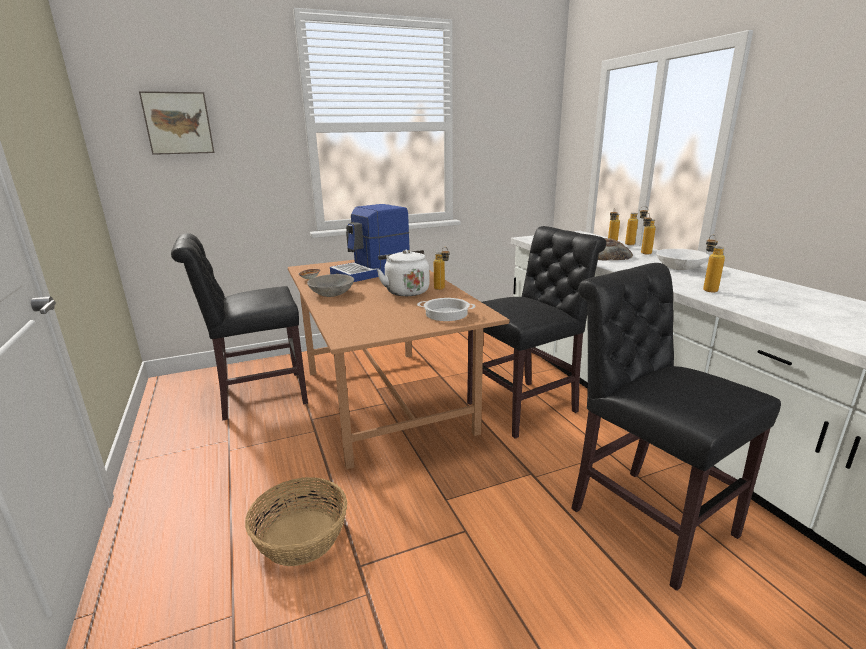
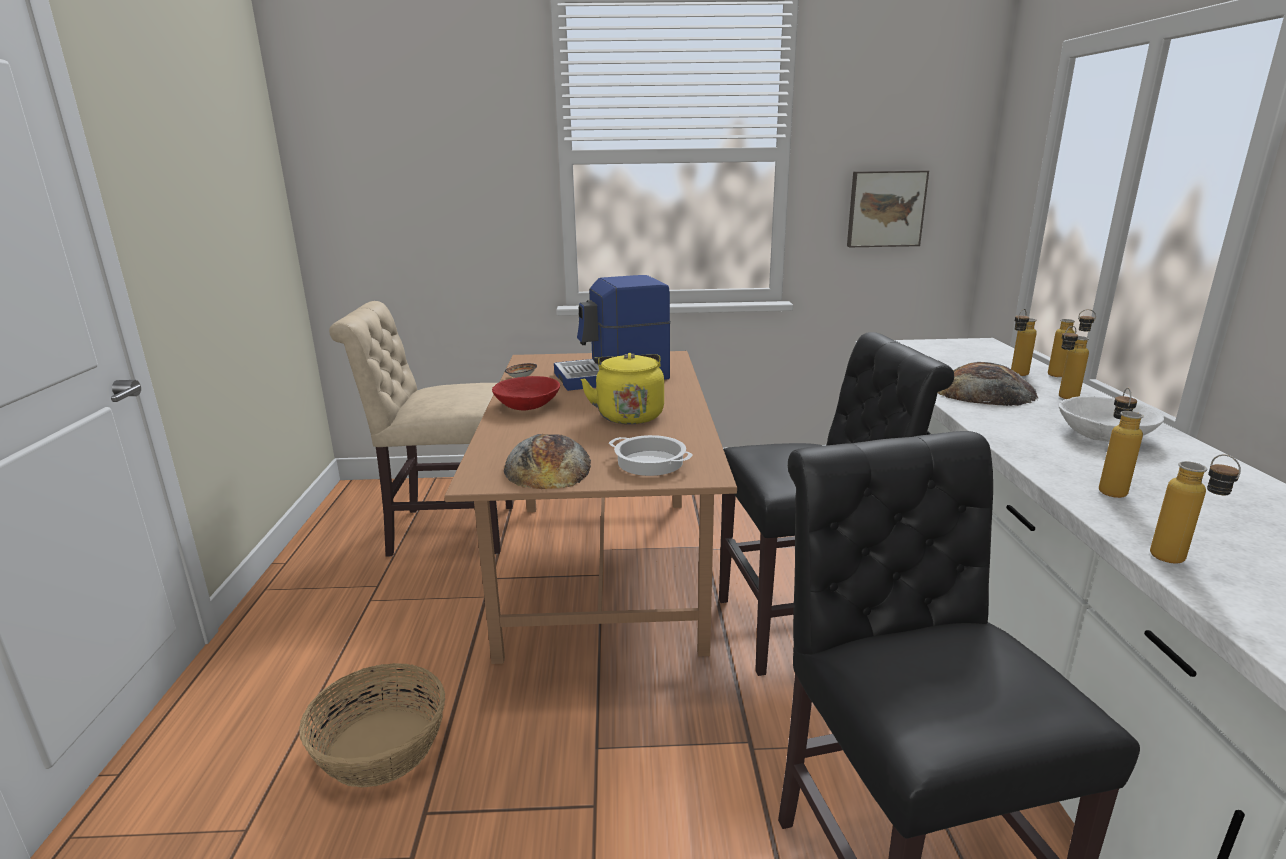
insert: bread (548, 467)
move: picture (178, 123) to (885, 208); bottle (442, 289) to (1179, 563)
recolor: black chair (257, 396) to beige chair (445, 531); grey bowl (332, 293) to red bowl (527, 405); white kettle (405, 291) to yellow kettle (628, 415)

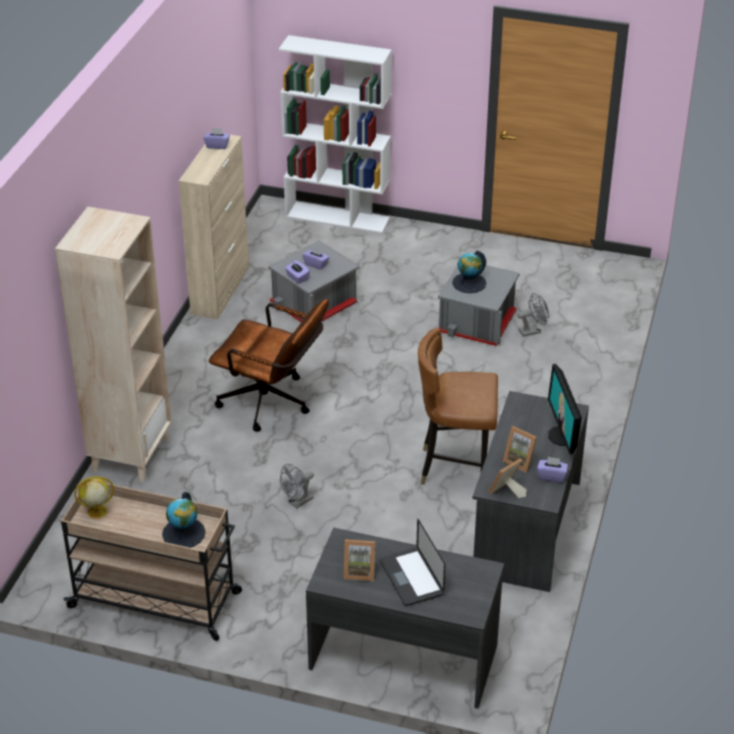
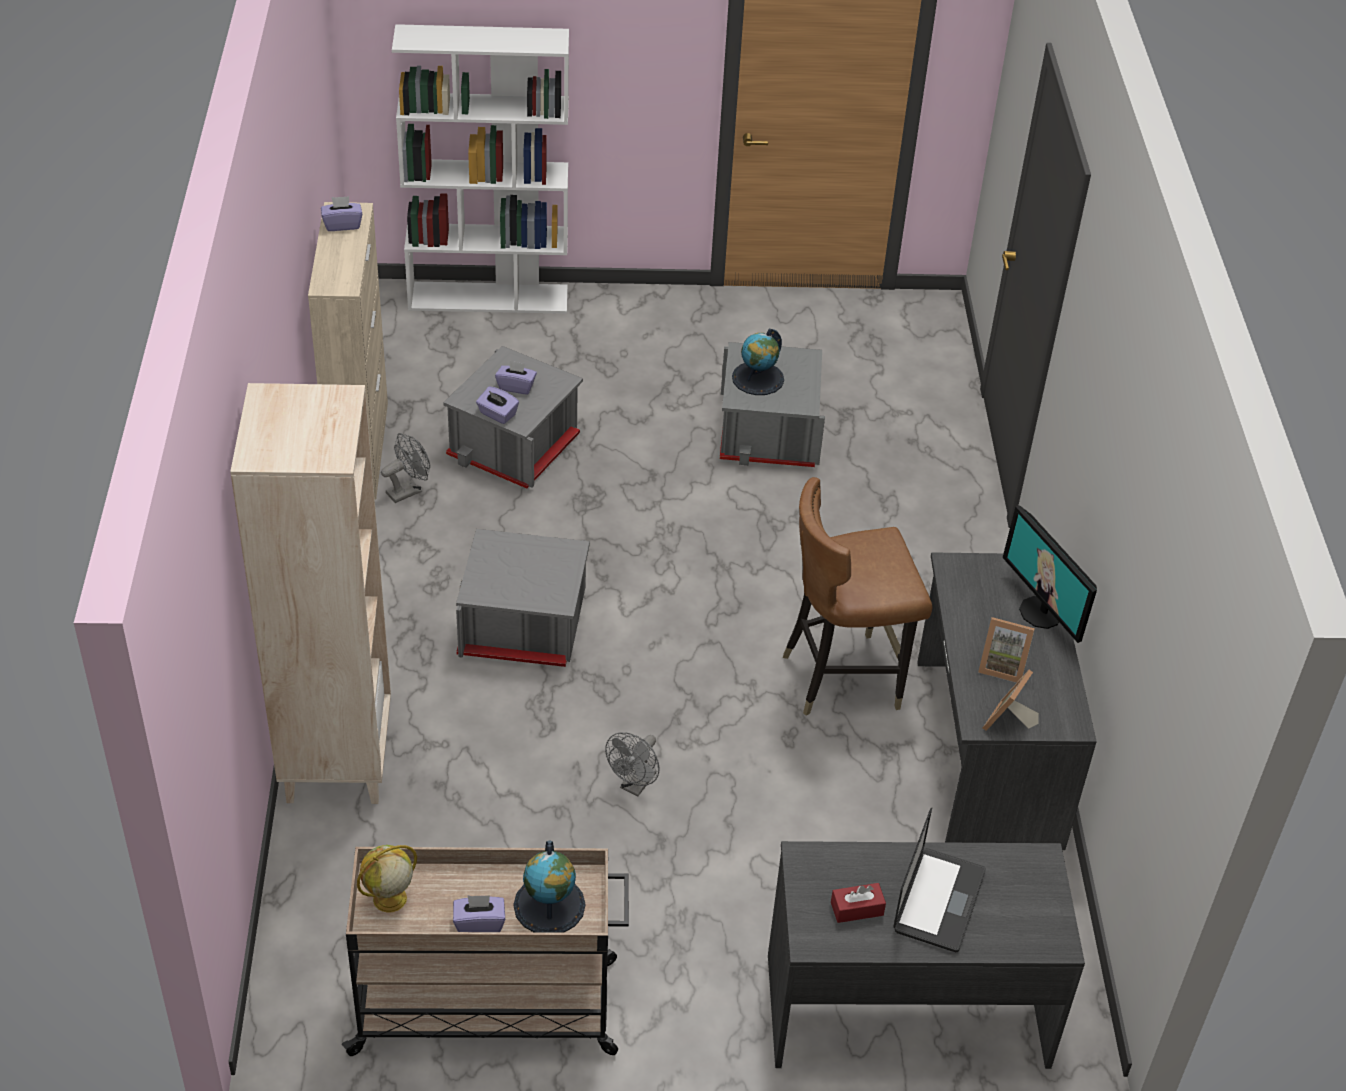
move: grey fan (532, 331) to (408, 490); purple tissue box (551, 476) to (479, 923)
replace: brown office chair (272, 404) to grey storage box (523, 626); picture frame (359, 571) to red tissue box (857, 909)
rotate: laptop (411, 578) = (939, 901) 120 degrees counterclockwise

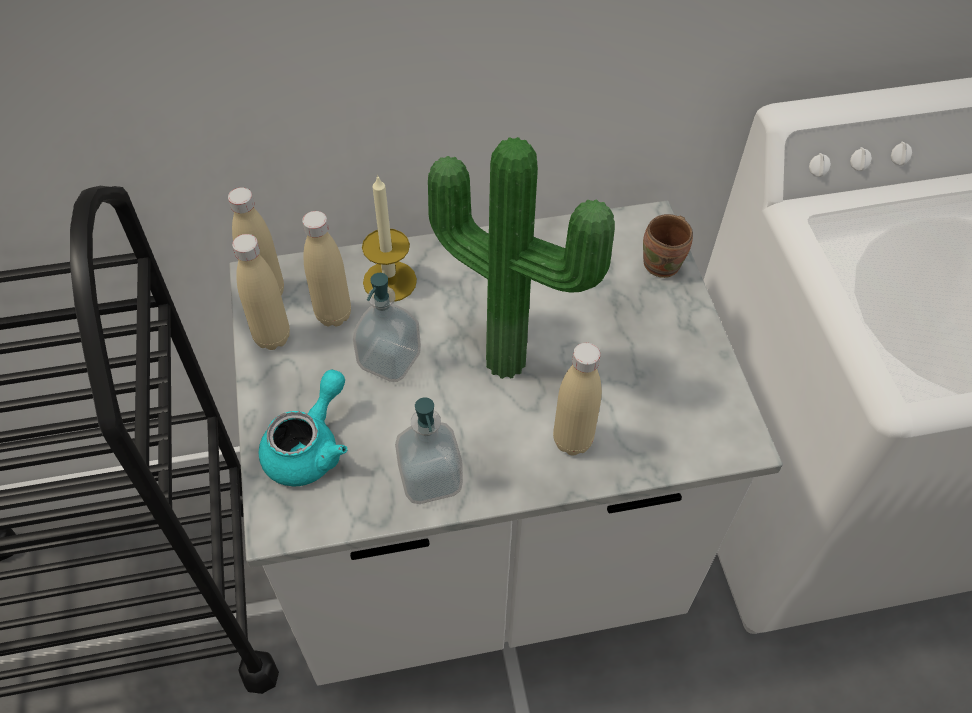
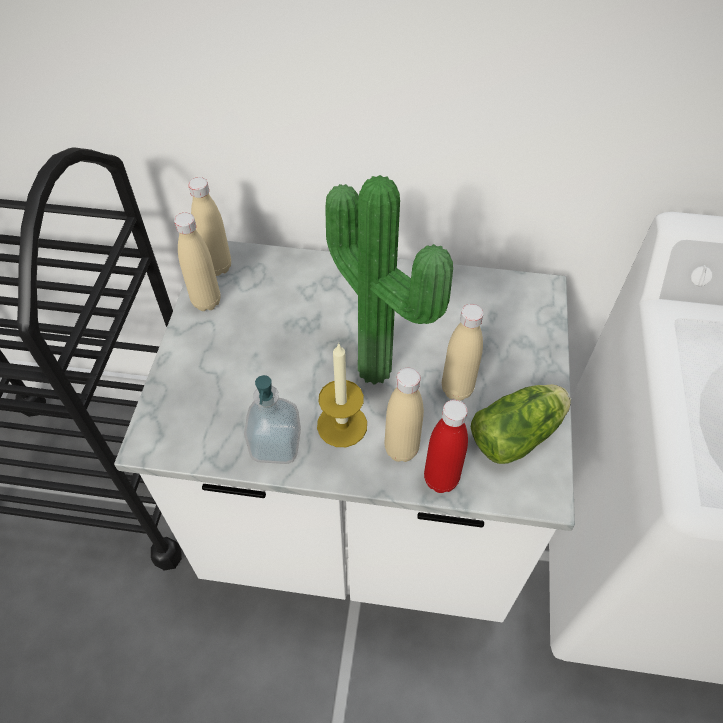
delete: turquoise teapot (310, 447); soap dispenser (389, 360); brown mug (664, 264)
insert: red bottle (441, 479); lettuce (519, 433)
move: beige bottle (333, 315) to (457, 389); candle (389, 281) to (342, 425)

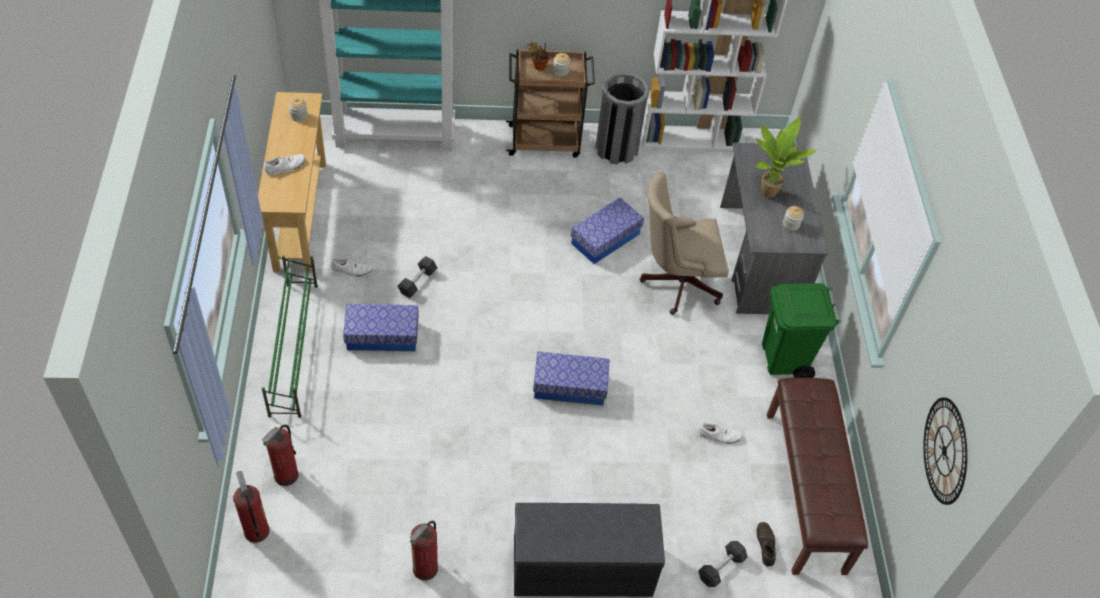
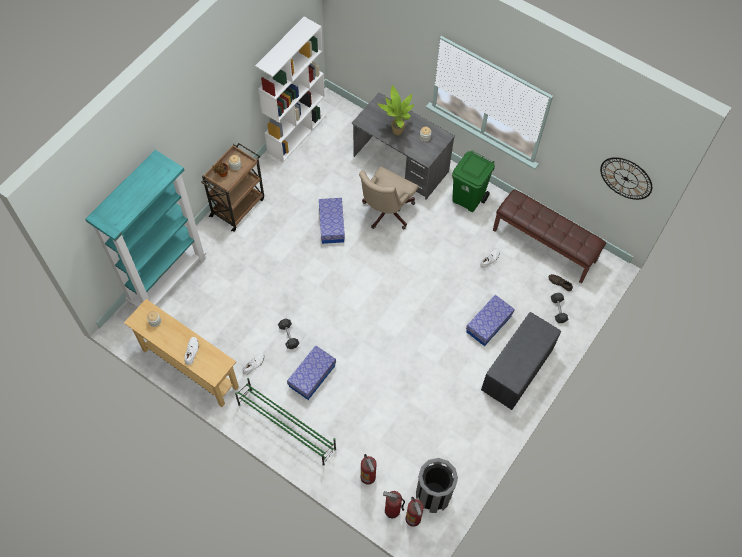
move: fire extinguisher (425, 568) to (413, 518); storage box (569, 386) to (488, 324); grey trash can (616, 149) to (433, 495)

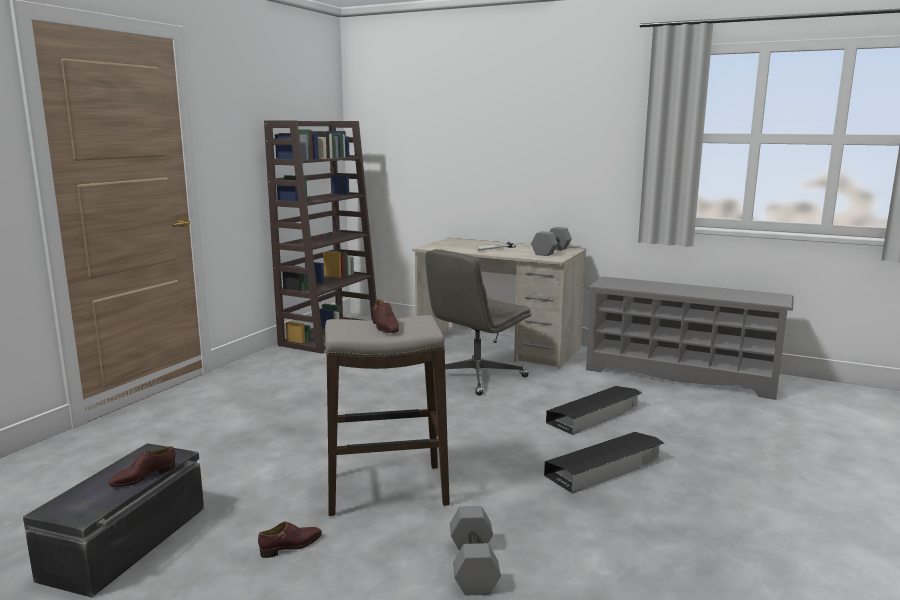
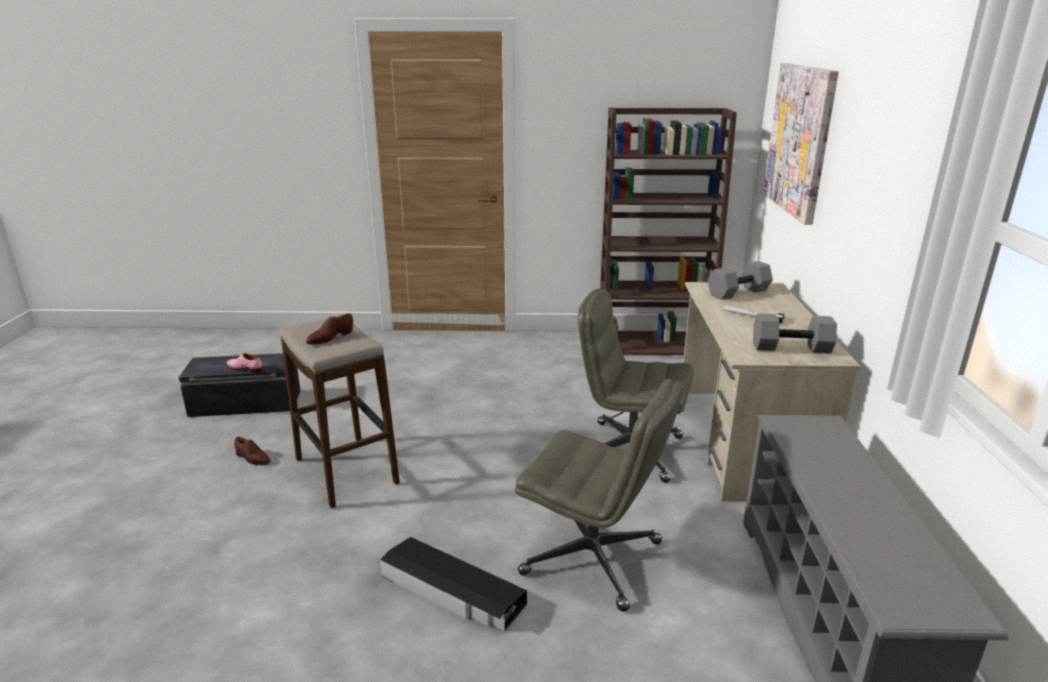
insert: picture (800, 140)
move: grey dumbbell (472, 565) to (738, 292)
replace: black storage box (595, 415) to grey office chair (594, 558)
recolor: brown shoe (143, 477) to pink shoe (245, 368)

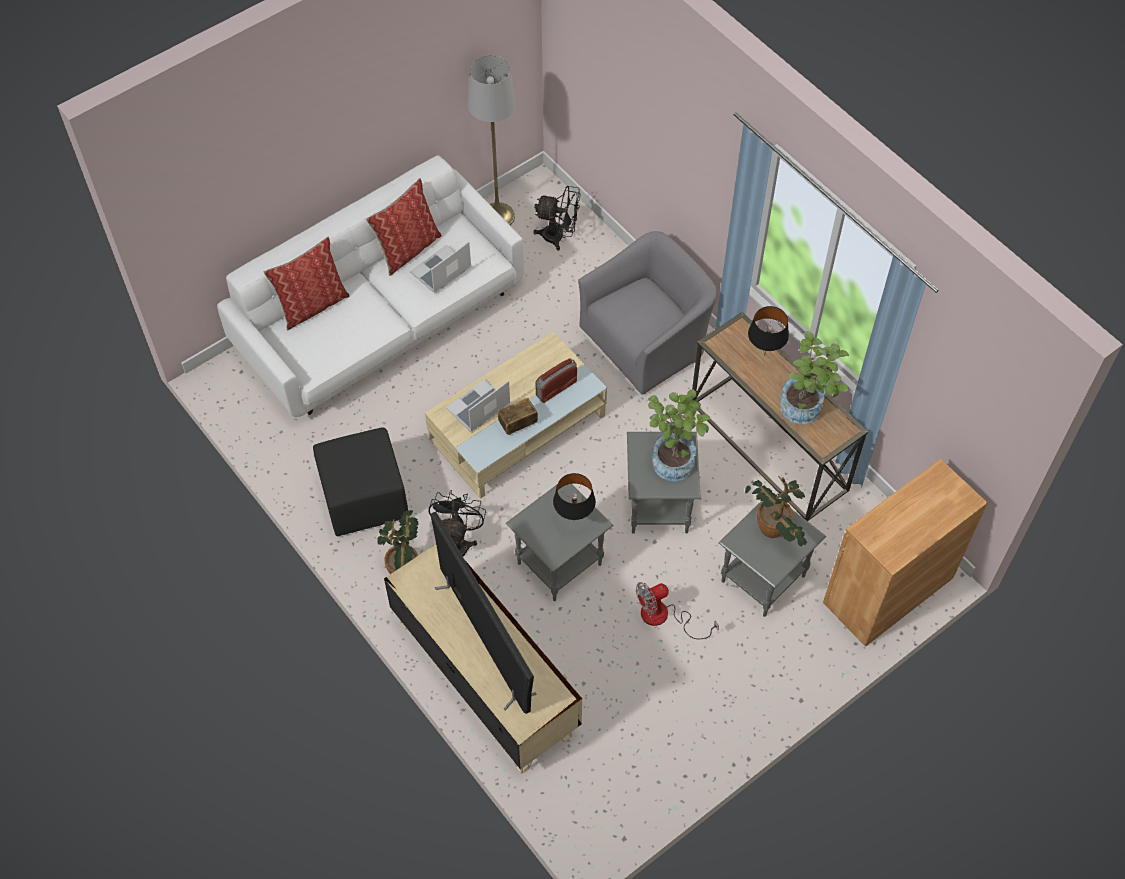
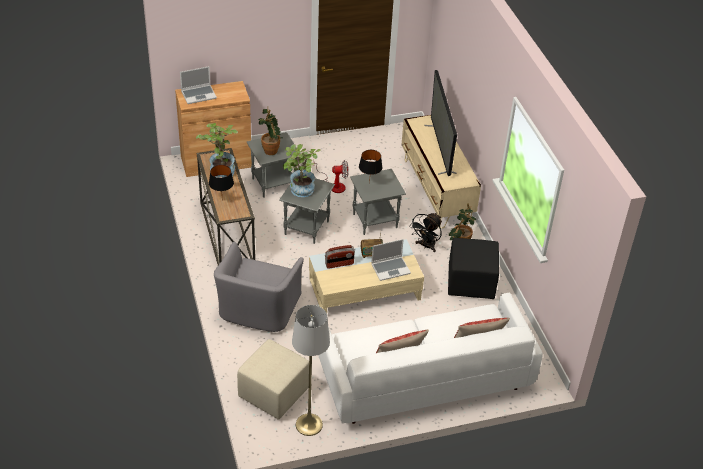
move: laptop (441, 271) to (199, 94)
replace: black fan (559, 237) to beige ottoman (273, 394)
rotate: grey armchair (646, 341) = (258, 309) 60 degrees counterclockwise

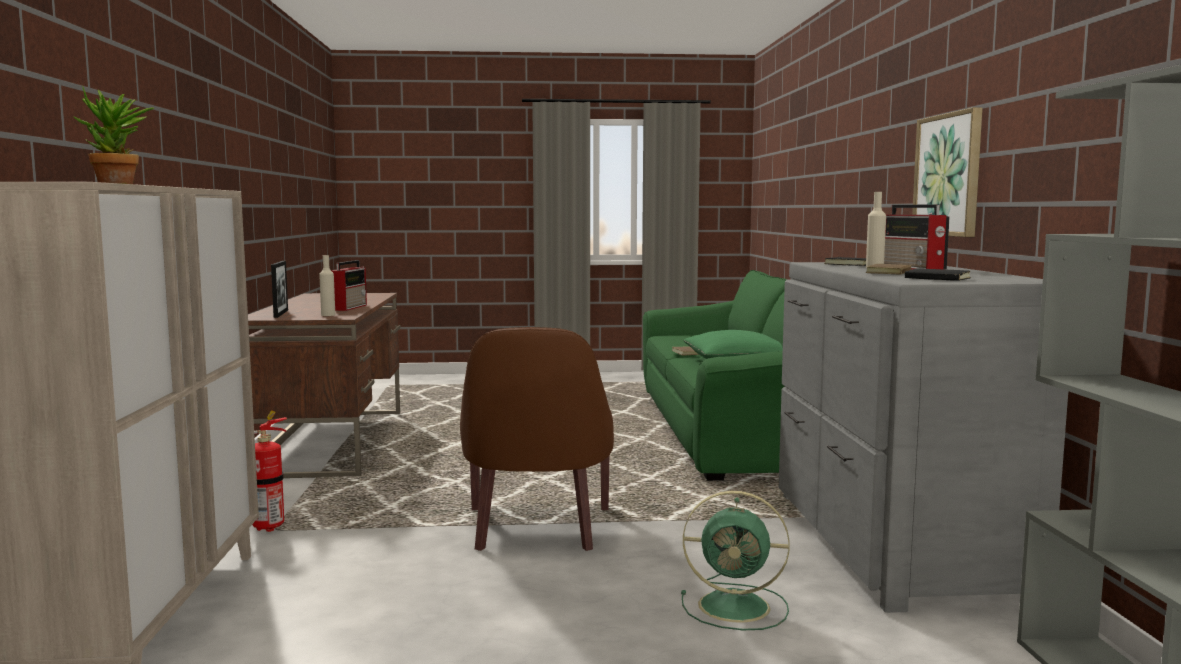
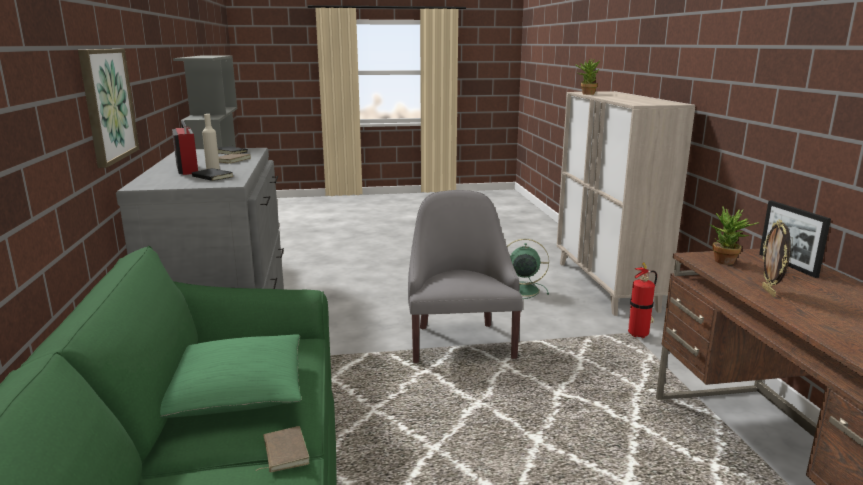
move: green fan (737, 607) to (521, 290)
replace: beige bottle (328, 315) to potted plant (727, 263); radio (349, 307) to picture frame (769, 292)
recolor: brown armchair (536, 529) to grey armchair (460, 341)

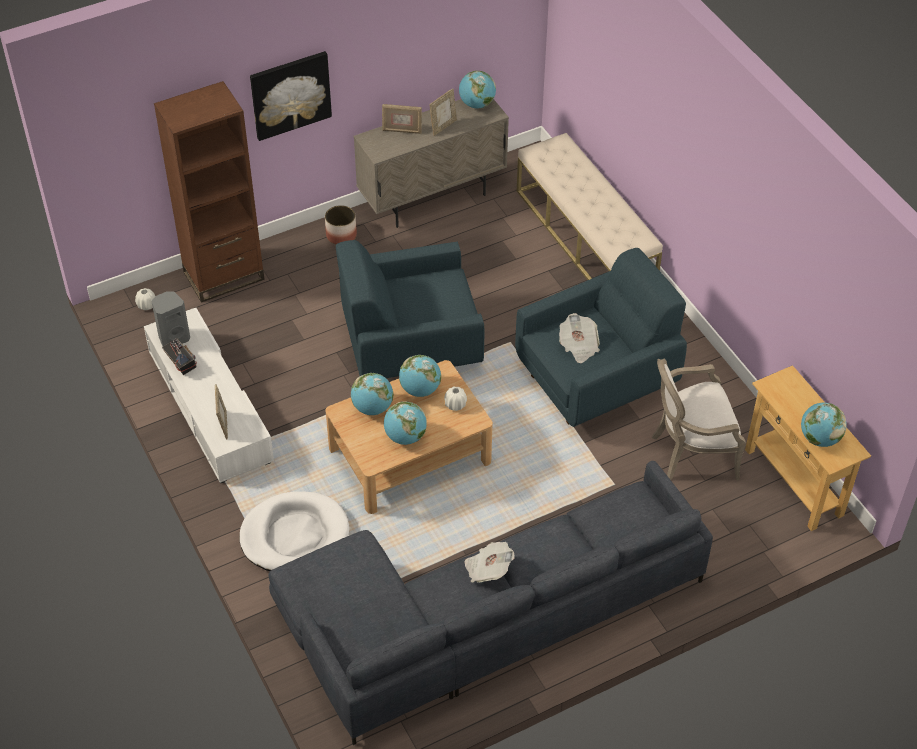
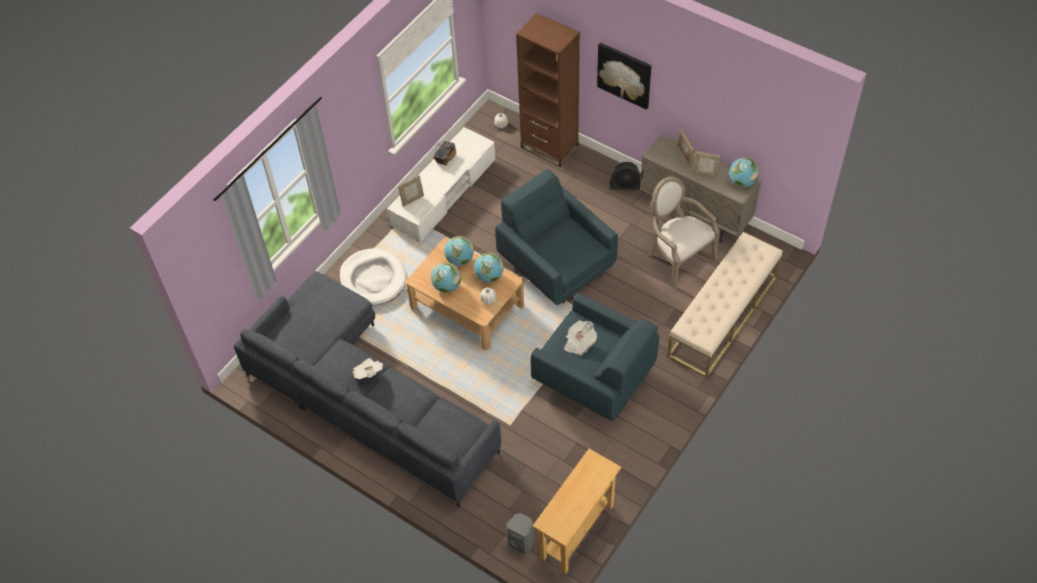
delete: globe (819, 438)
move: grey speaker (173, 338) to (522, 542); armchair (689, 453) to (677, 257)
replace: planter (341, 235) to black fan (625, 185)

